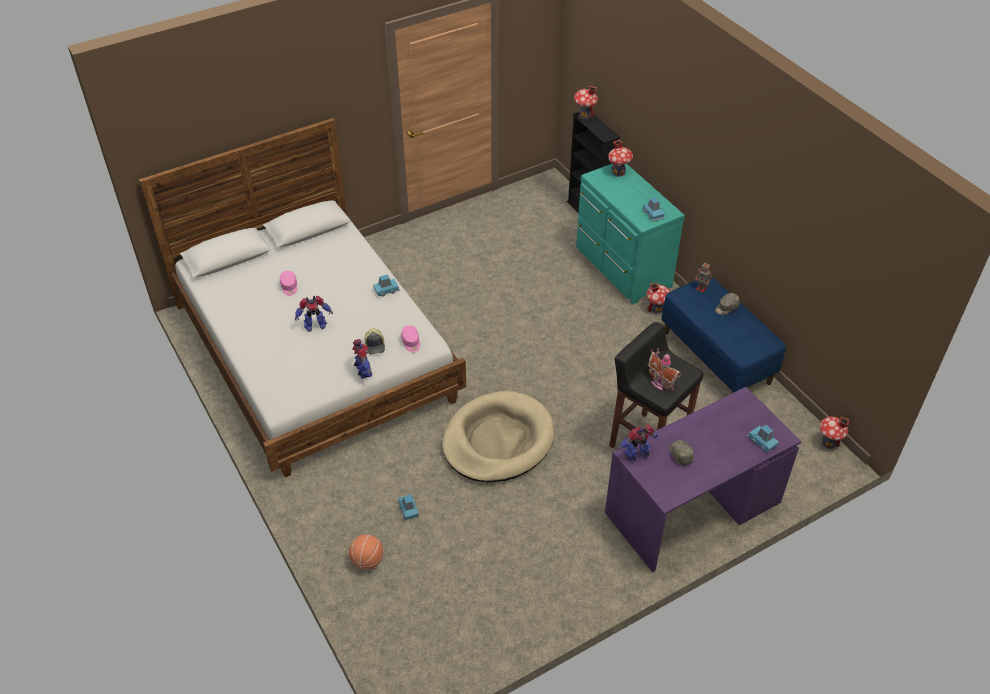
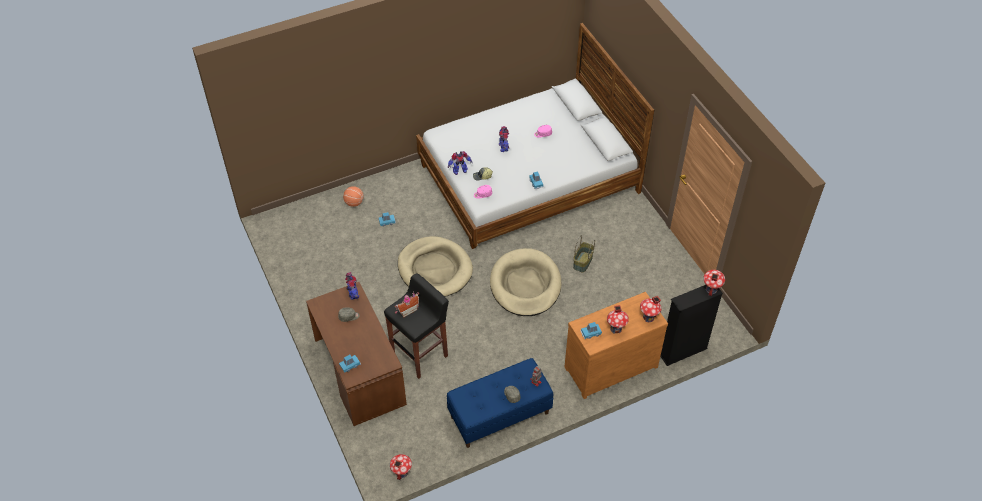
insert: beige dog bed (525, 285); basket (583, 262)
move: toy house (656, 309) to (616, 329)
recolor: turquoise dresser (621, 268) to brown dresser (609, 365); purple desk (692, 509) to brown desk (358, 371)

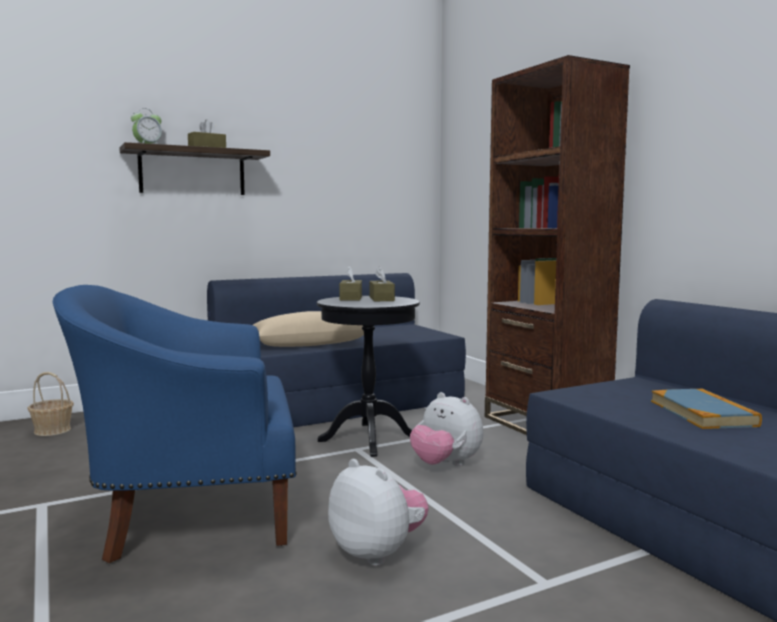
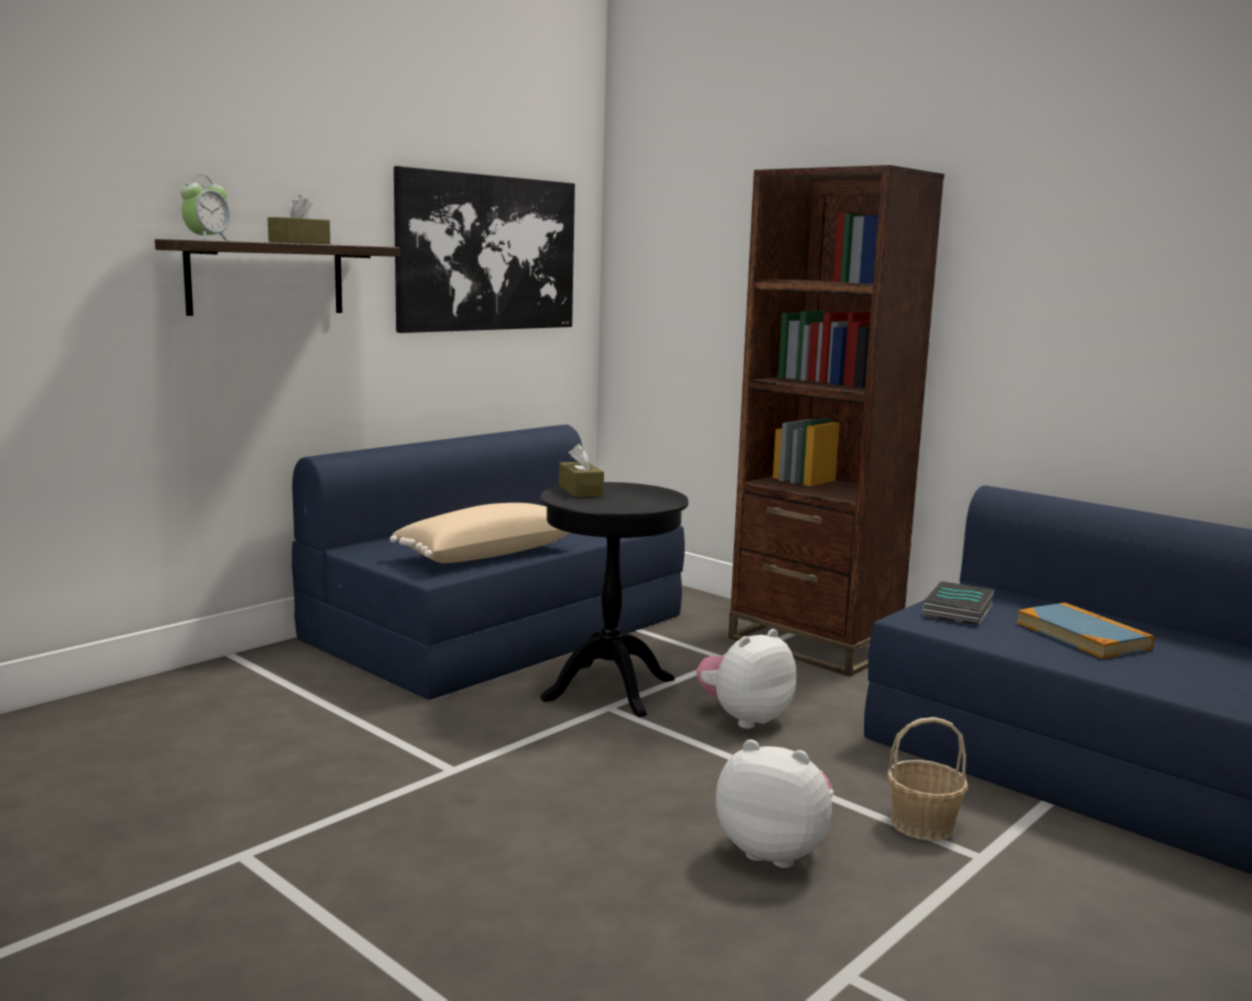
delete: blue armchair (190, 514); brown tissue box (381, 299)
insert: picture (487, 253); book (959, 610)
move: basket (52, 430) to (923, 824)
rotate: plush toy (445, 465) = (744, 718) 120 degrees clockwise

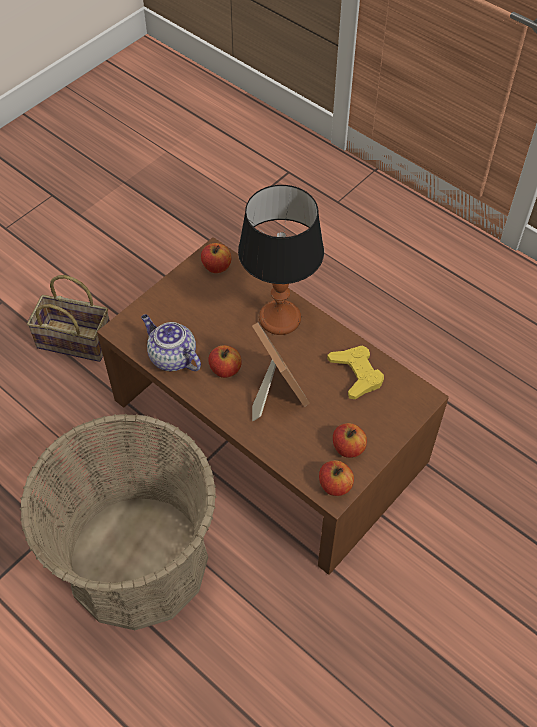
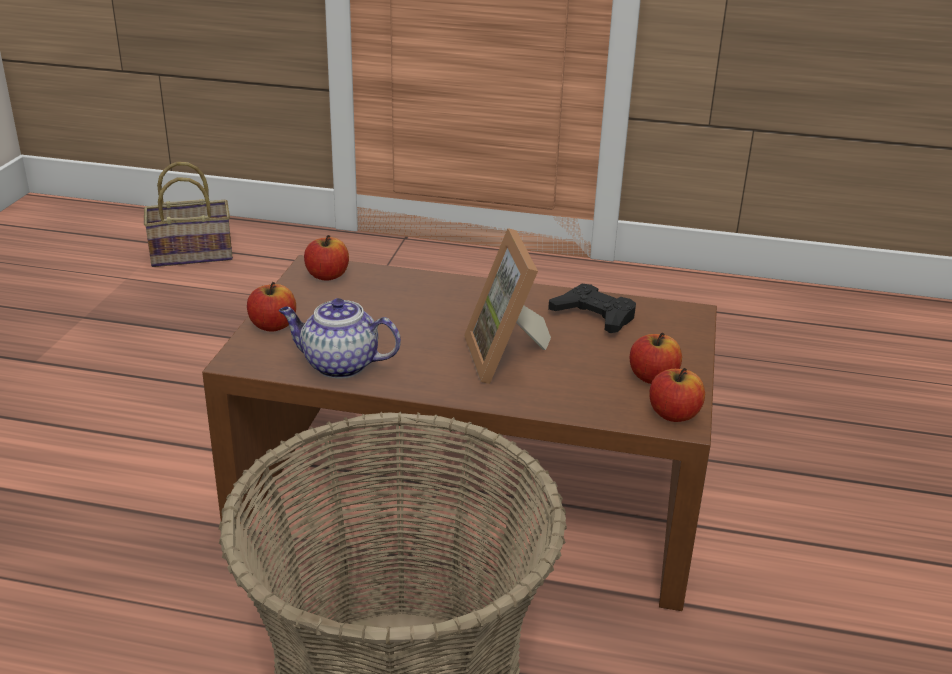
delete: table lamp (280, 318)
move: basket (77, 340) to (194, 254); apple (225, 369) to (273, 325)
recolor: yellow game controller (356, 374) to black game controller (594, 316)
rotate: picture frame (273, 391) = (508, 357) 135 degrees counterclockwise

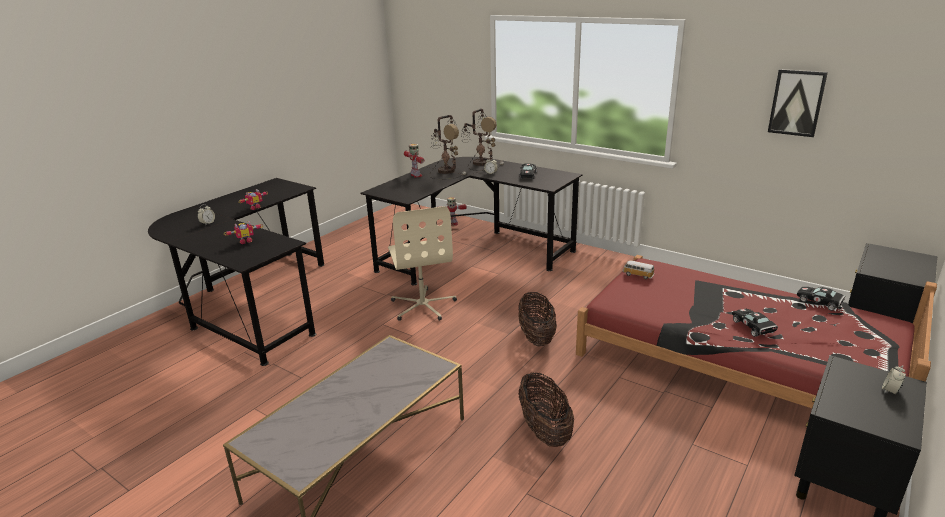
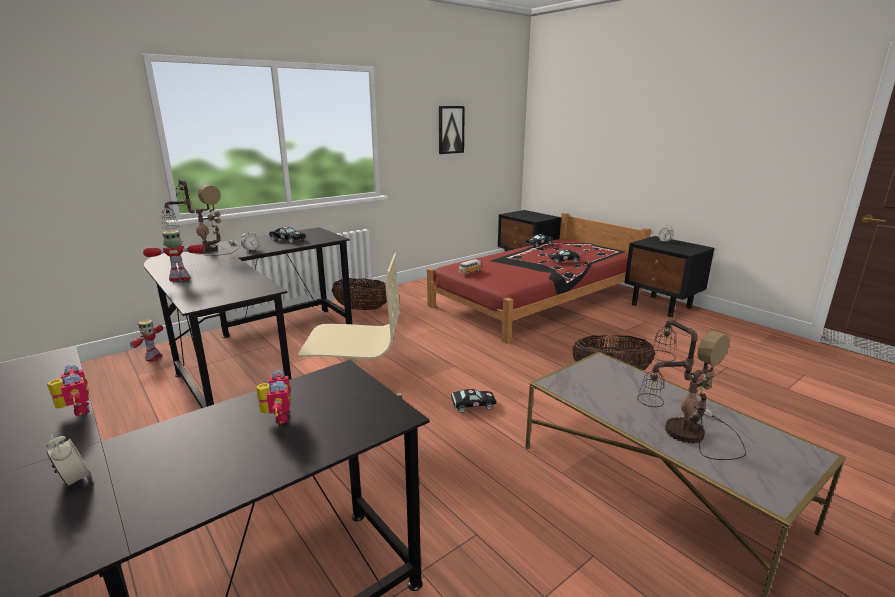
insert: black toy car (471, 405)
move: table lamp (446, 171) to (681, 432); basket (536, 337) to (362, 309)

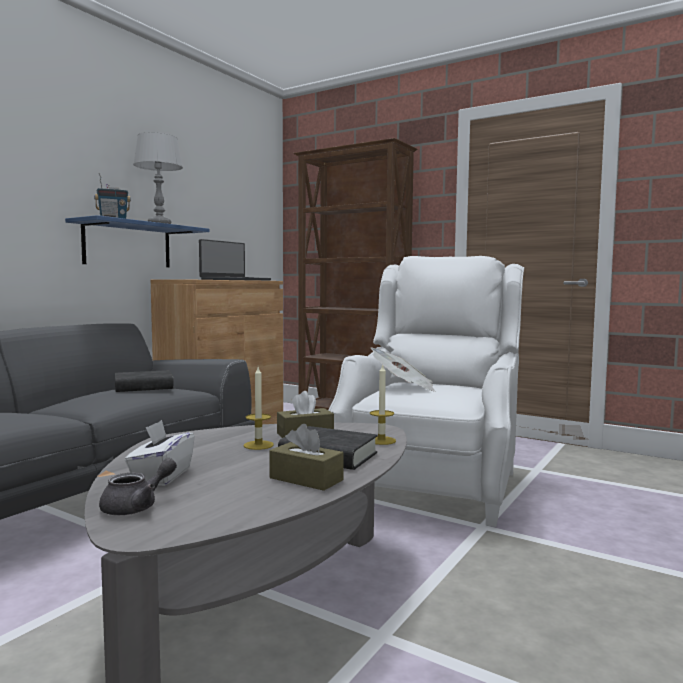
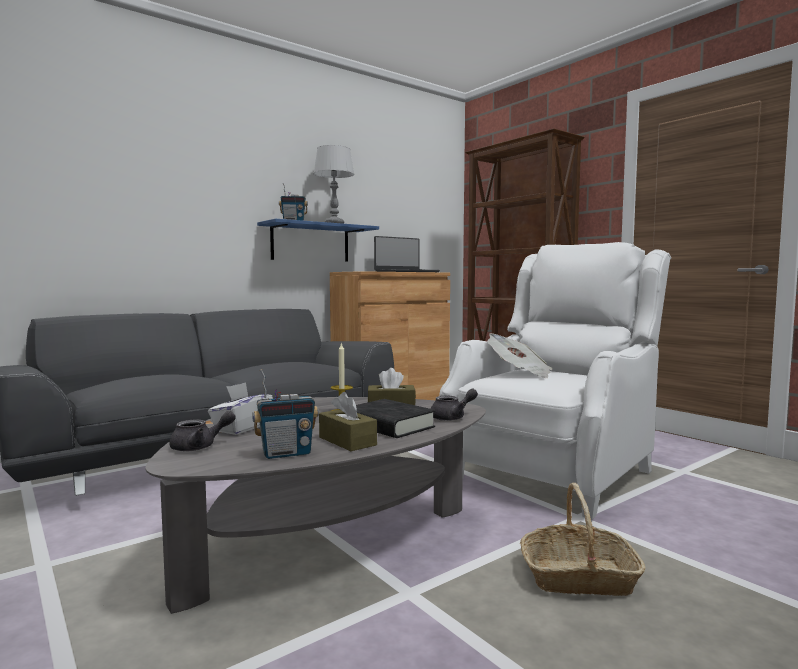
delete: black book (144, 387)
insert: radio (286, 454); basket (578, 577)
replace: candle (381, 440) to grey teapot (452, 417)

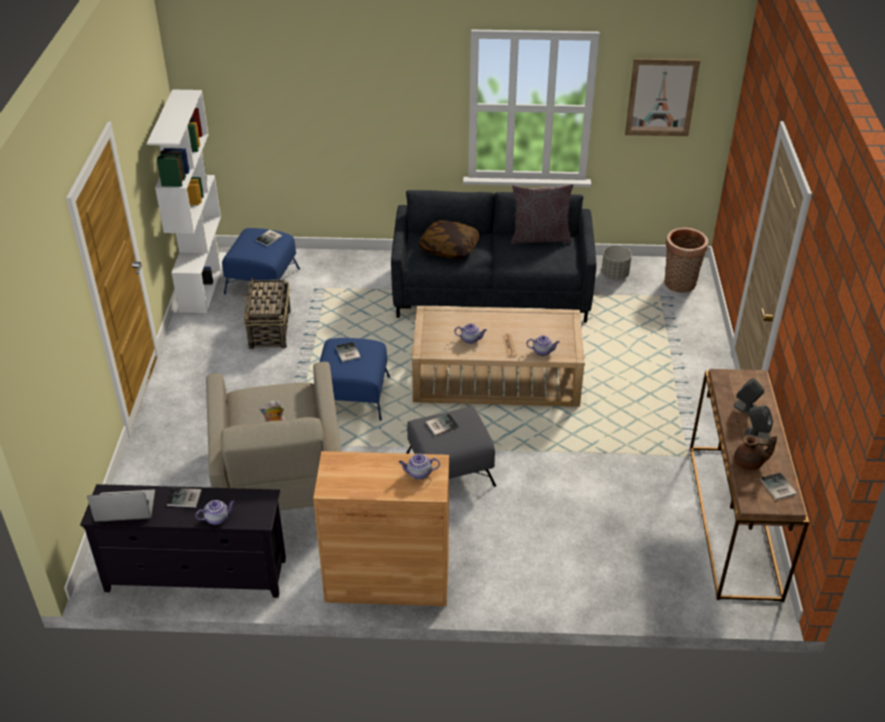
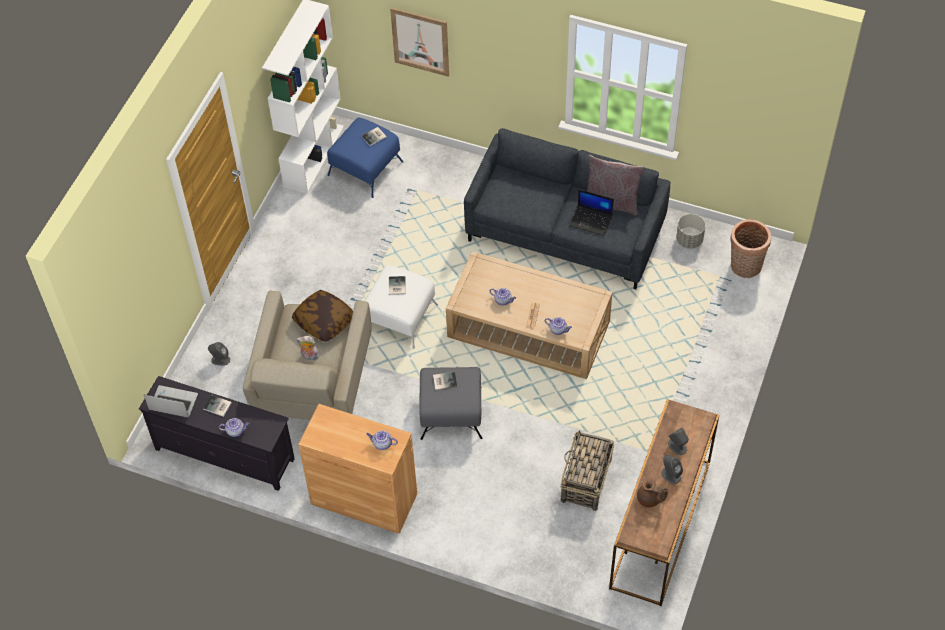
delete: book (777, 487)
insert: grey speaker (220, 360); laptop (591, 220)
move: basket (270, 330) to (585, 481); pillow (449, 248) to (324, 321); picture (661, 97) to (420, 42)
recolor: blue ottoman (353, 396) to white ottoman (400, 317)

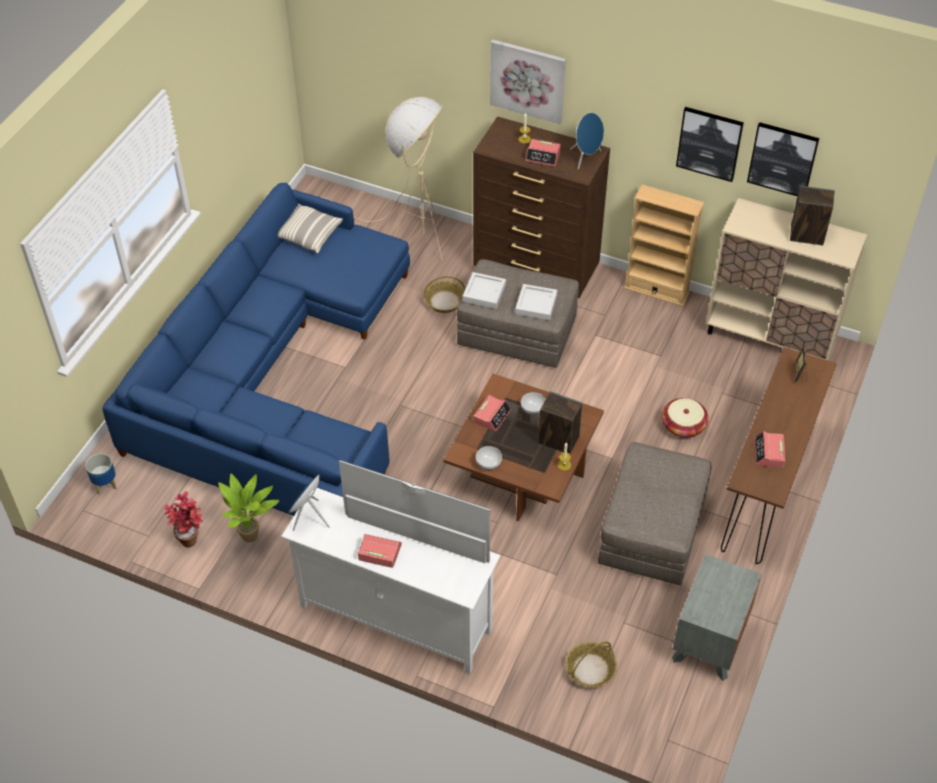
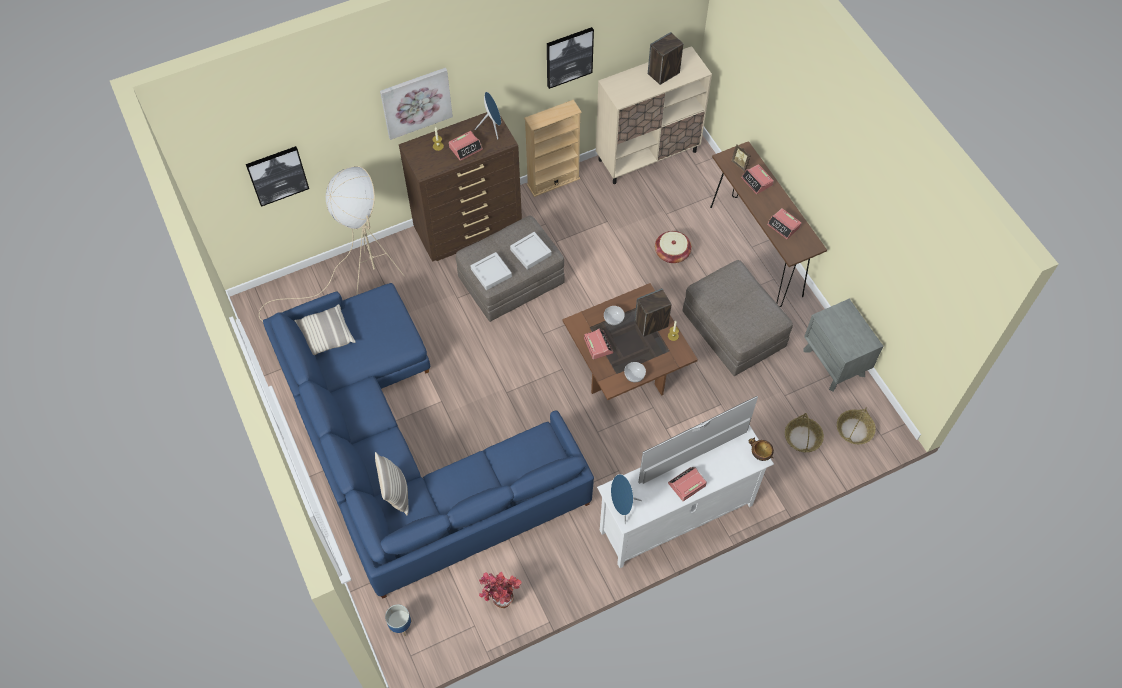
delete: potted plant (253, 536)
insert: pillow (396, 493); alarm clock (757, 182); bowl (759, 455)
move: basket (444, 301) to (854, 430); picture (782, 159) to (277, 175)

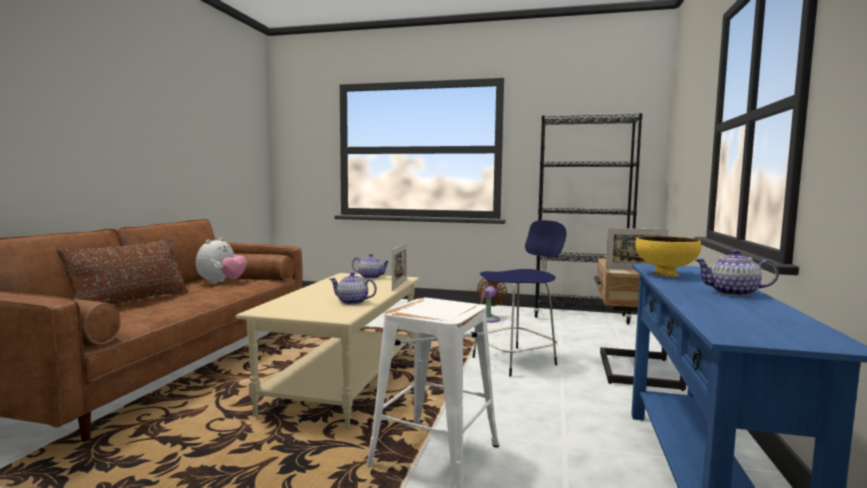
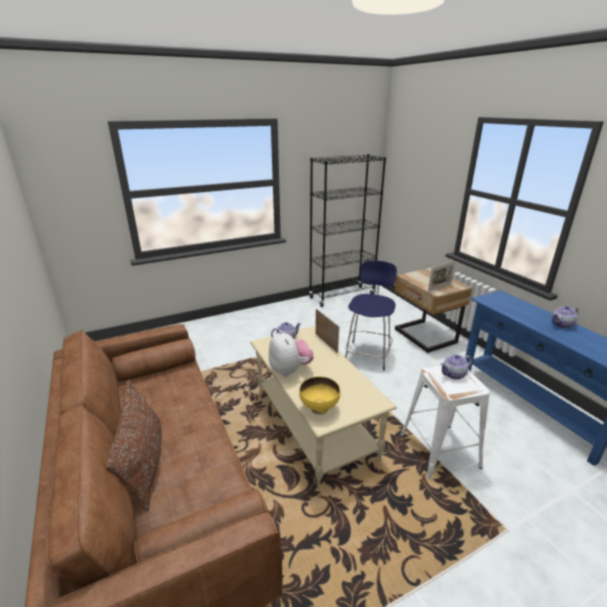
delete: brown fan (489, 318)
move: plush toy (222, 283) to (290, 370); teapot (352, 302) to (453, 374); yellow bowl (665, 274) to (319, 408)

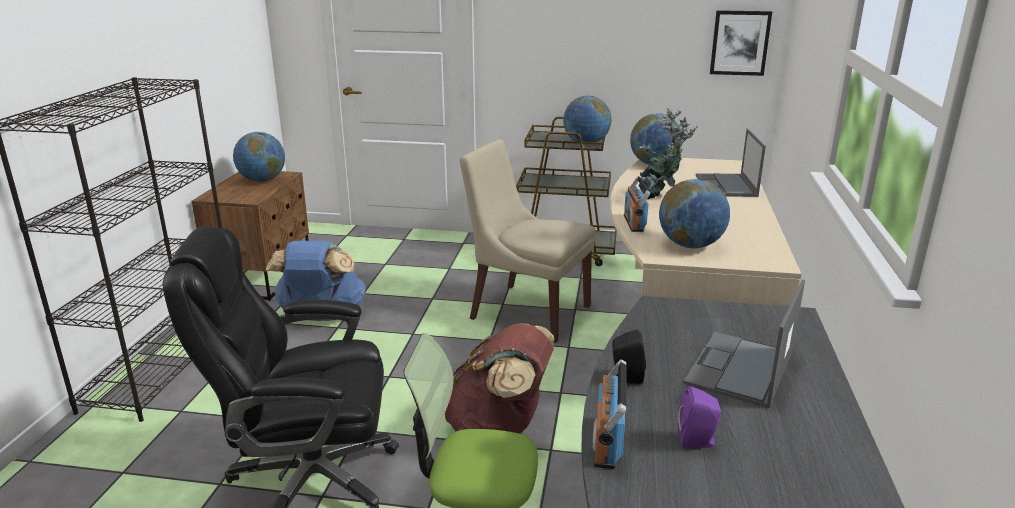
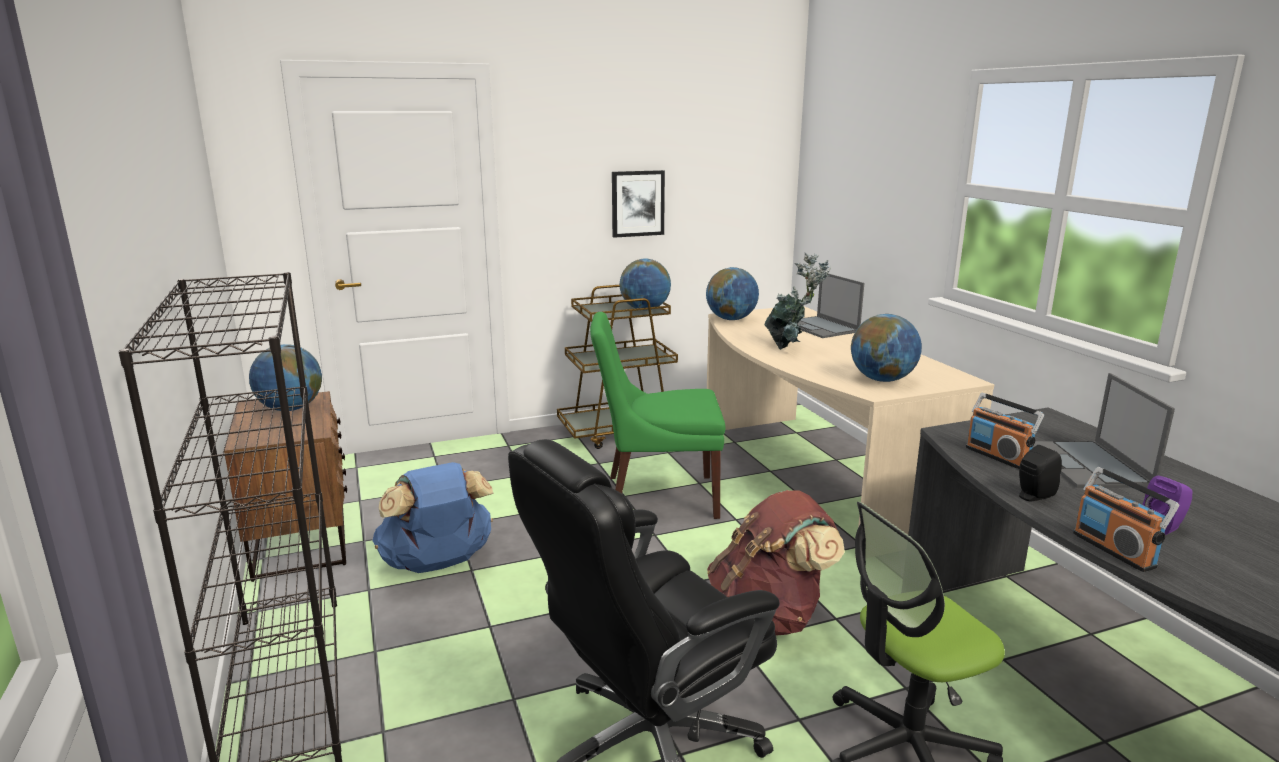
move: radio (634, 223) to (997, 456); picture (740, 43) to (637, 203)
recolor: beige chair (526, 311) to green chair (656, 497)

